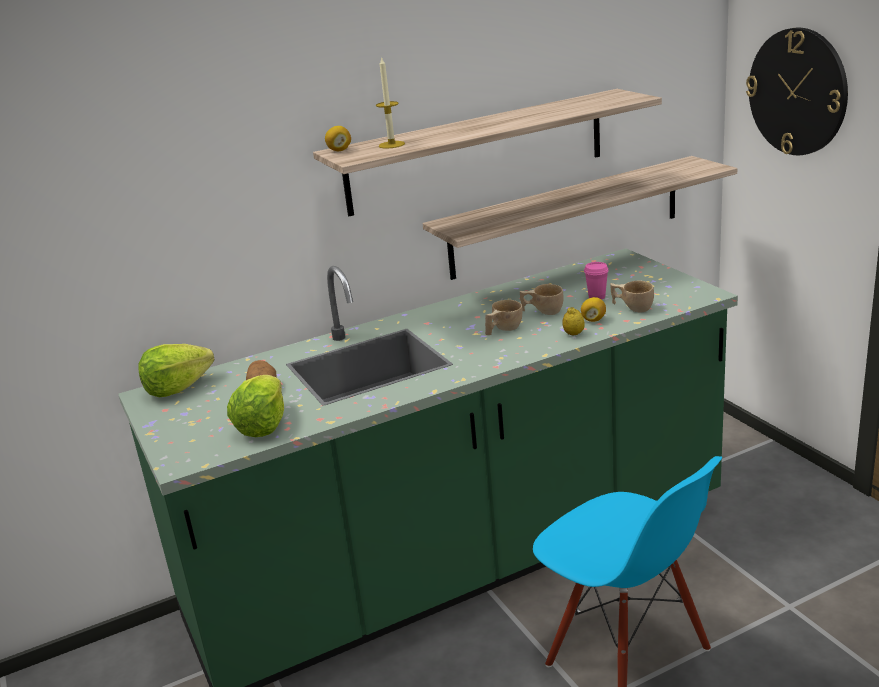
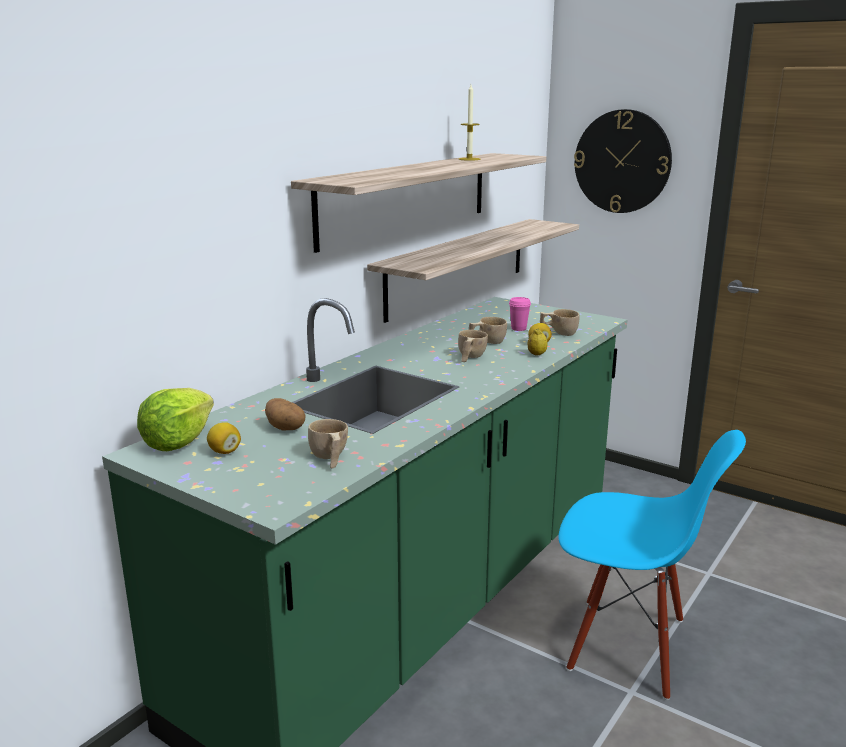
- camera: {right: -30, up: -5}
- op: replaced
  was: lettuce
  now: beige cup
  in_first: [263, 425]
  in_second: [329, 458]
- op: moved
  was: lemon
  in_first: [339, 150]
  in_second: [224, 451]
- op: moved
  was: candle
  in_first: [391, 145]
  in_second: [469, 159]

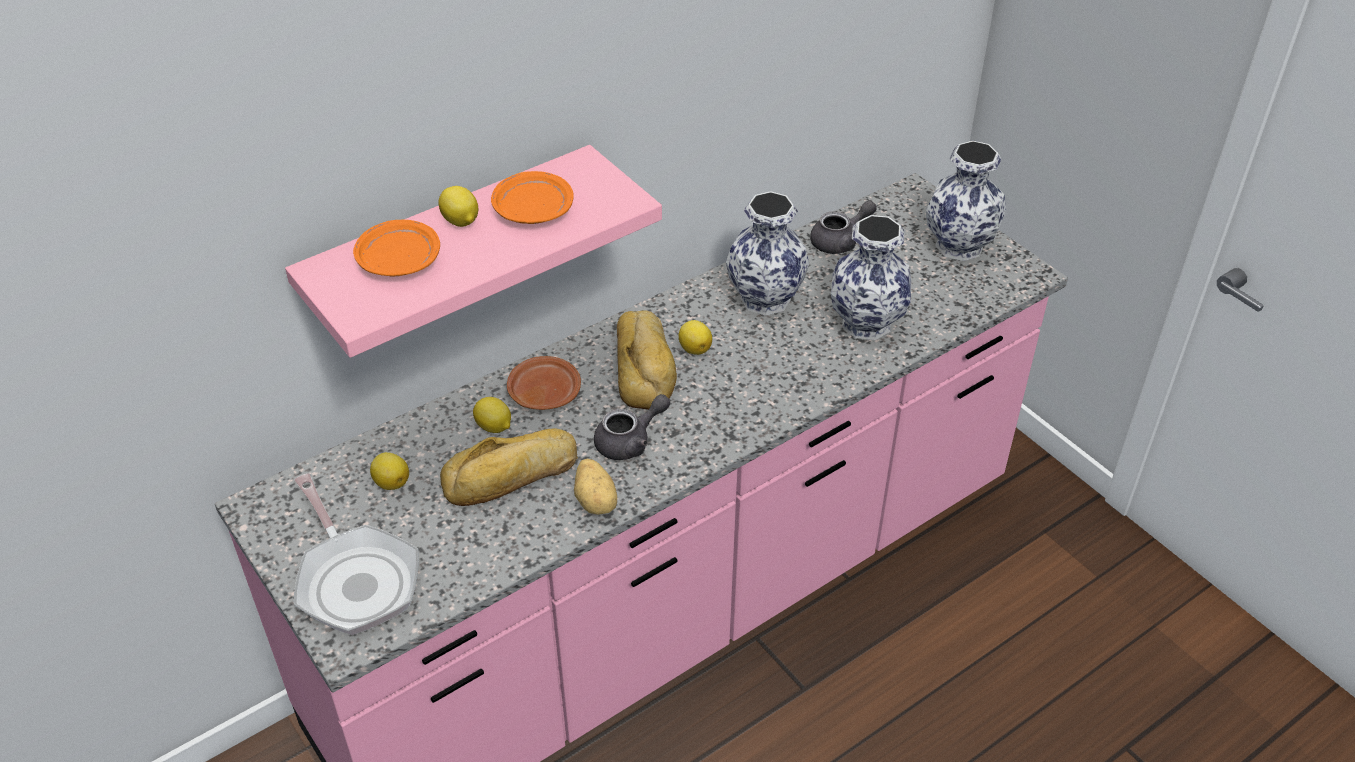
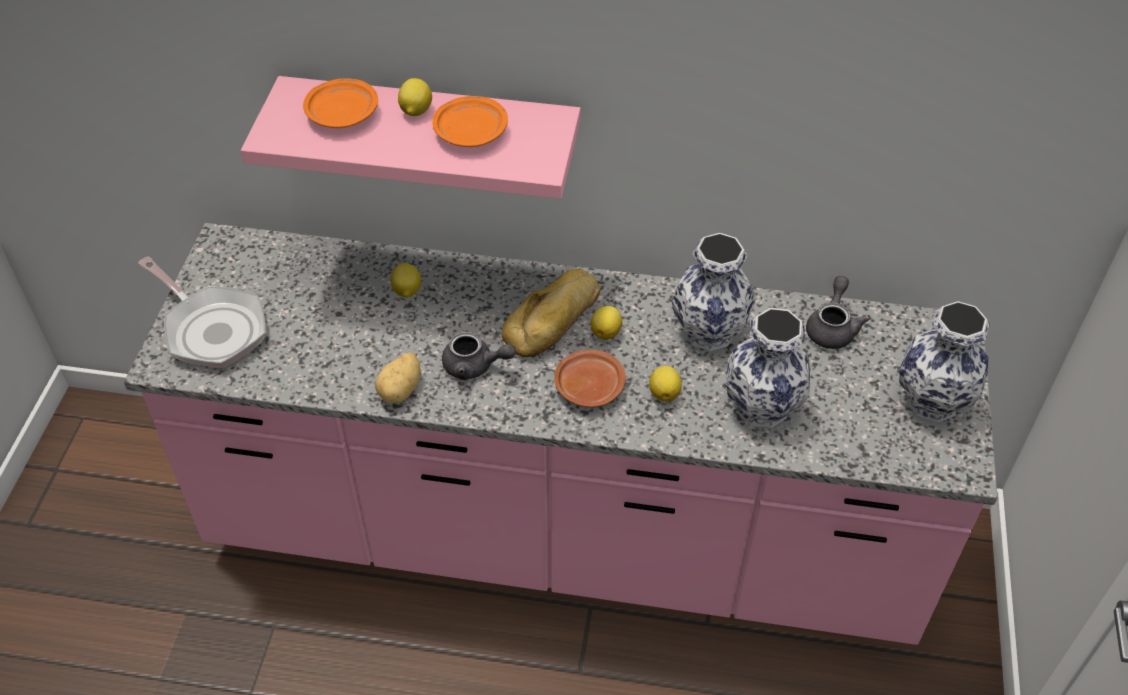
- camera: {right: 45, up: 5}
- op: turned
  was: frying pan
  in_first: [355, 579]
  in_second: [211, 329]
  clockwise: -60
- op: moved
  was: lemon
  in_first: [391, 482]
  in_second: [664, 393]
- op: removed
  was: bread
  in_first: [512, 477]
- op: moved
  was: brown plate
  in_first: [544, 393]
  in_second: [589, 386]
- op: turned
  was: grey teapot
  in_first: [840, 241]
  in_second: [832, 328]
  clockwise: -90

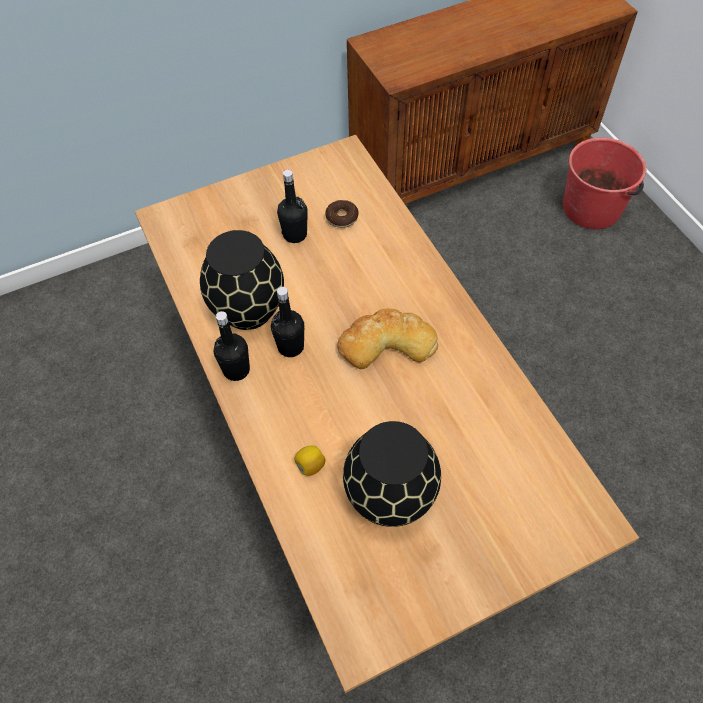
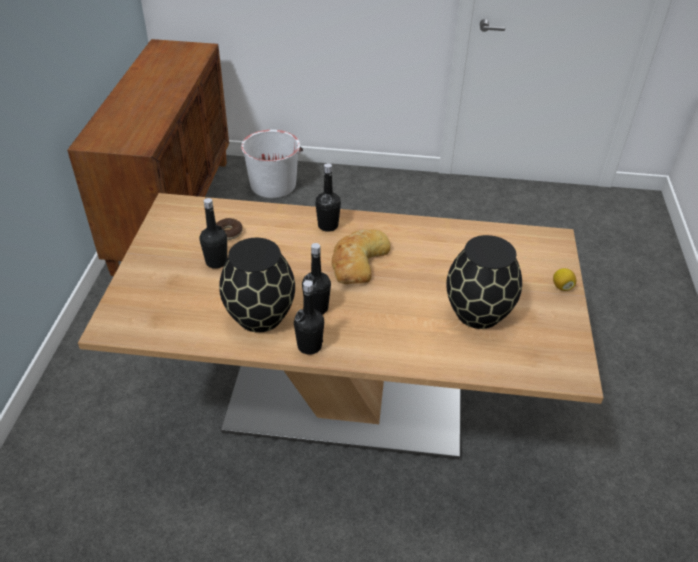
- camera: {right: -60, up: -15}
- op: moved
  was: lemon
  in_first: [310, 465]
  in_second: [562, 286]
- op: recoloured
  was: red bucket
  now: white bucket
  in_first: [592, 208]
  in_second: [273, 185]
- op: added
  now: black bottle
  in_second: [328, 225]

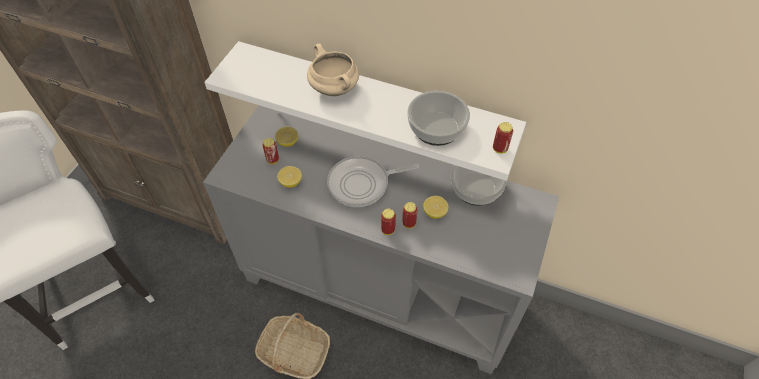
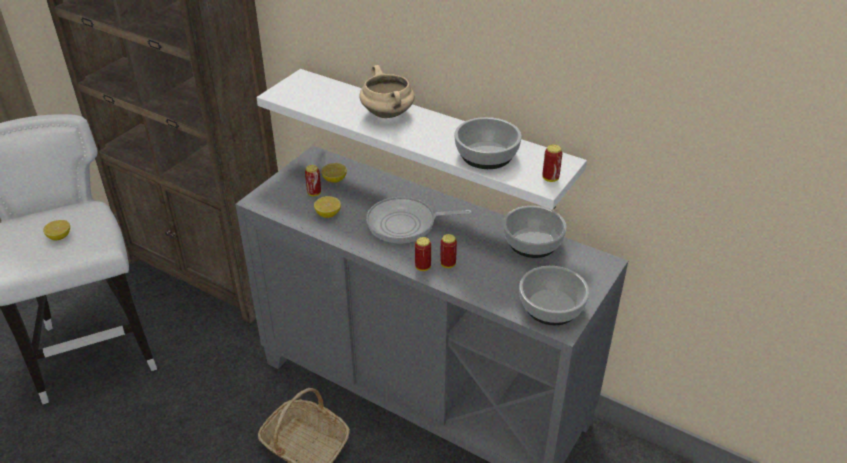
- camera: {right: 10, up: -15}
- op: moved
  was: lemon
  in_first: [434, 212]
  in_second: [59, 237]
- op: added
  now: bowl
  in_second: [552, 307]

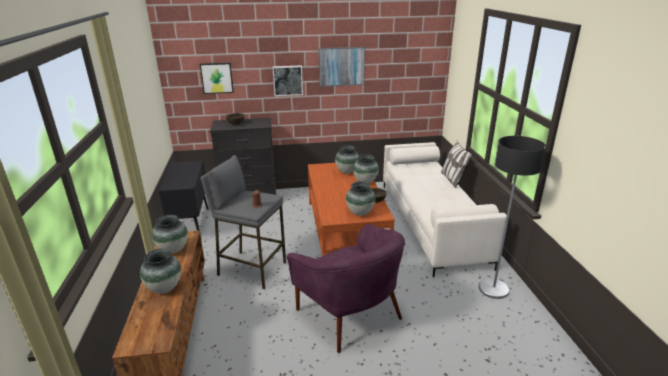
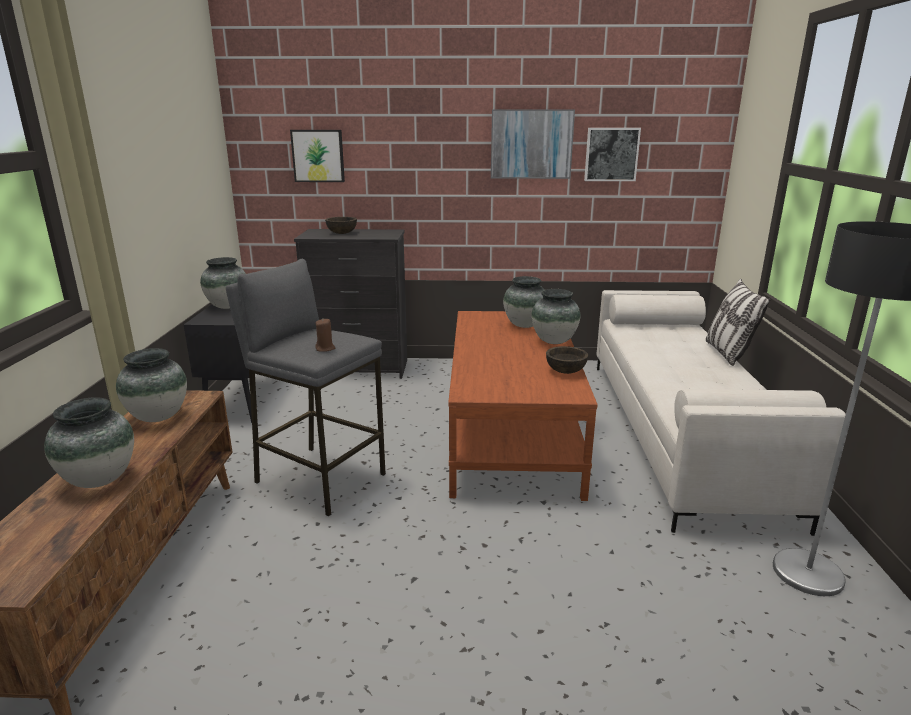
- camera: {right: 10, up: -5}
- op: moved
  was: picture
  in_first: [287, 80]
  in_second: [611, 154]
- op: removed
  was: purple armchair
  in_first: [350, 314]
- op: moved
  was: vase
  in_first: [360, 212]
  in_second: [228, 306]

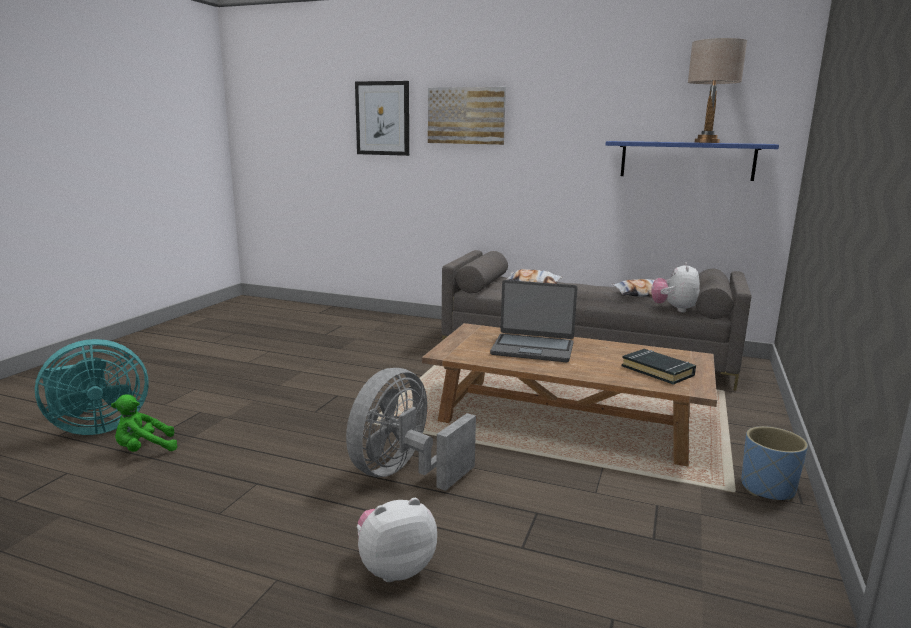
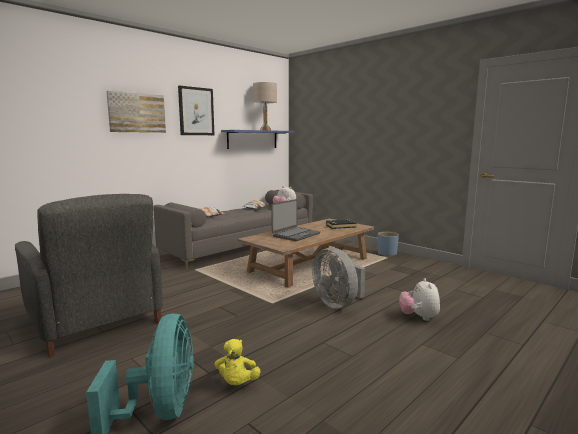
- camera: {right: -65, up: -5}
- op: recoloured
  was: green plush toy
  now: yellow plush toy
  in_first: [144, 450]
  in_second: [237, 383]
- op: moved
  was: picture
  in_first: [383, 118]
  in_second: [196, 111]
- op: added
  now: grey armchair
  in_second: [95, 321]

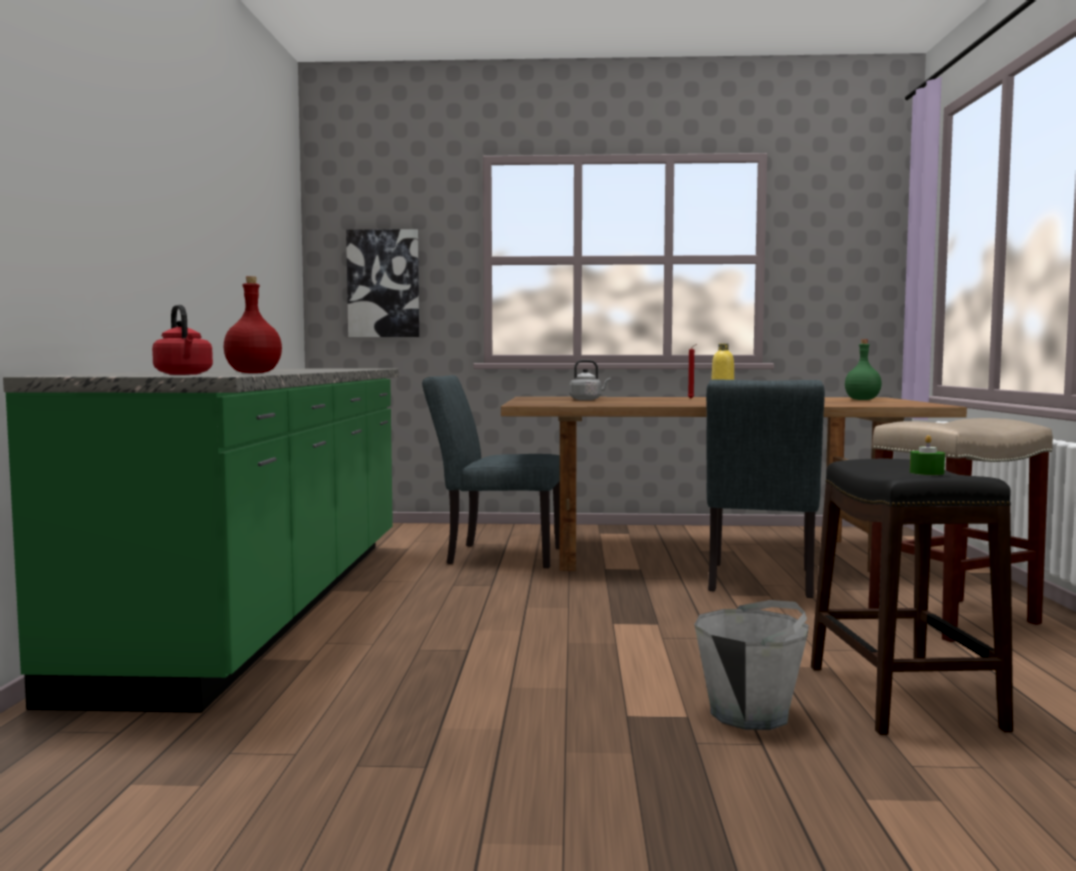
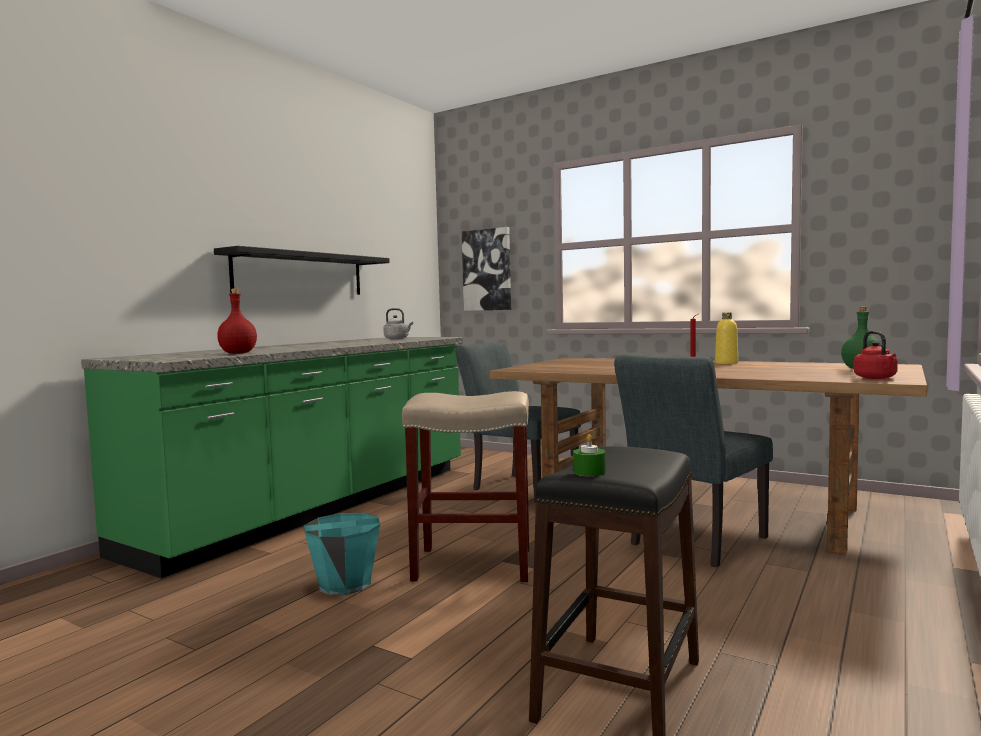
- camera: {right: 30, up: 0}
- op: moved
  was: red kettle
  in_first: [184, 374]
  in_second: [876, 378]
- op: moved
  was: grey kettle
  in_first: [587, 399]
  in_second: [397, 339]
- op: removed
  was: grey bucket
  in_first: [750, 714]
- op: moved
  was: beige stool
  in_first: [953, 618]
  in_second: [475, 564]
- op: added
  now: black shelf
  in_second: [300, 274]
- op: added
  now: turquoise bucket
  in_second: [344, 584]

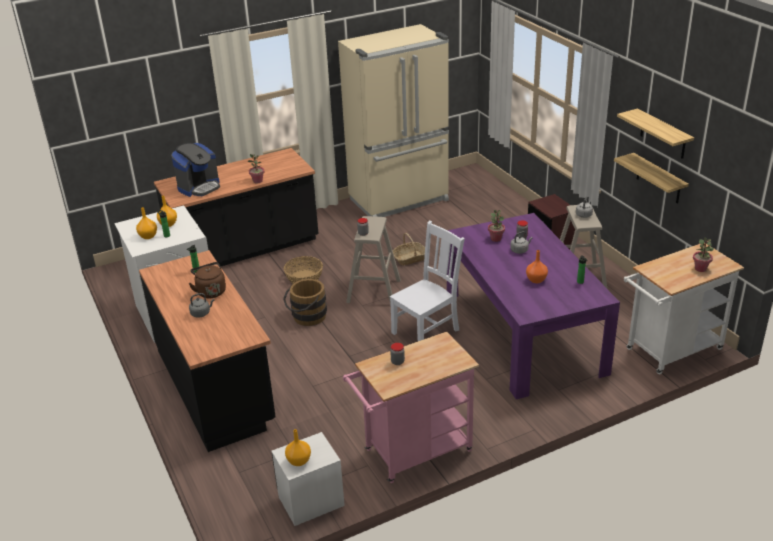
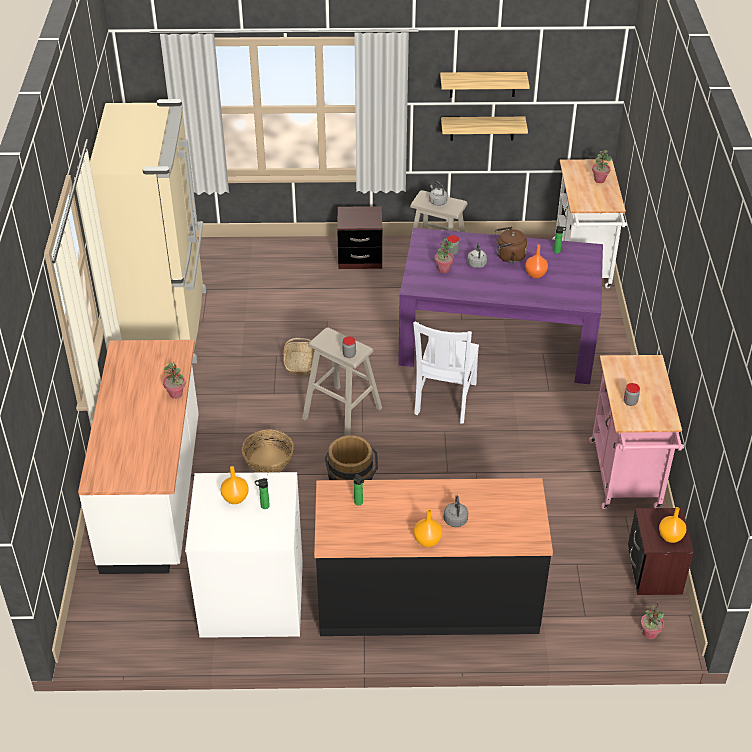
- camera: {right: -65, up: 10}
- op: moved
  was: orange vase
  in_first: [148, 236]
  in_second: [428, 540]
- op: recoloured
  was: black counter
  now: white counter
  in_first: [245, 249]
  in_second: [154, 494]
- op: removed
  was: coffee machine
  in_first: [199, 187]
- op: moved
  was: brown kettle
  in_first: [210, 291]
  in_second: [508, 256]
- op: recoloured
  was: white nightstand
  now: brown nightstand
  in_first: [311, 501]
  in_second: [654, 572]
- op: turned
  was: white chair
  in_first: [427, 330]
  in_second: [444, 400]
  clockwise: -150
- op: added
  now: potted plant
  in_second: [649, 633]

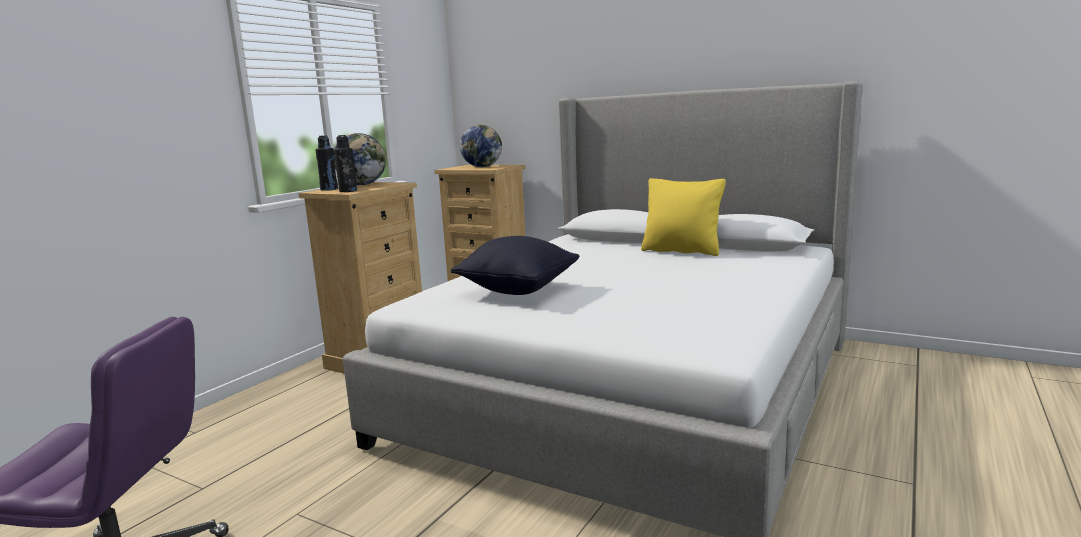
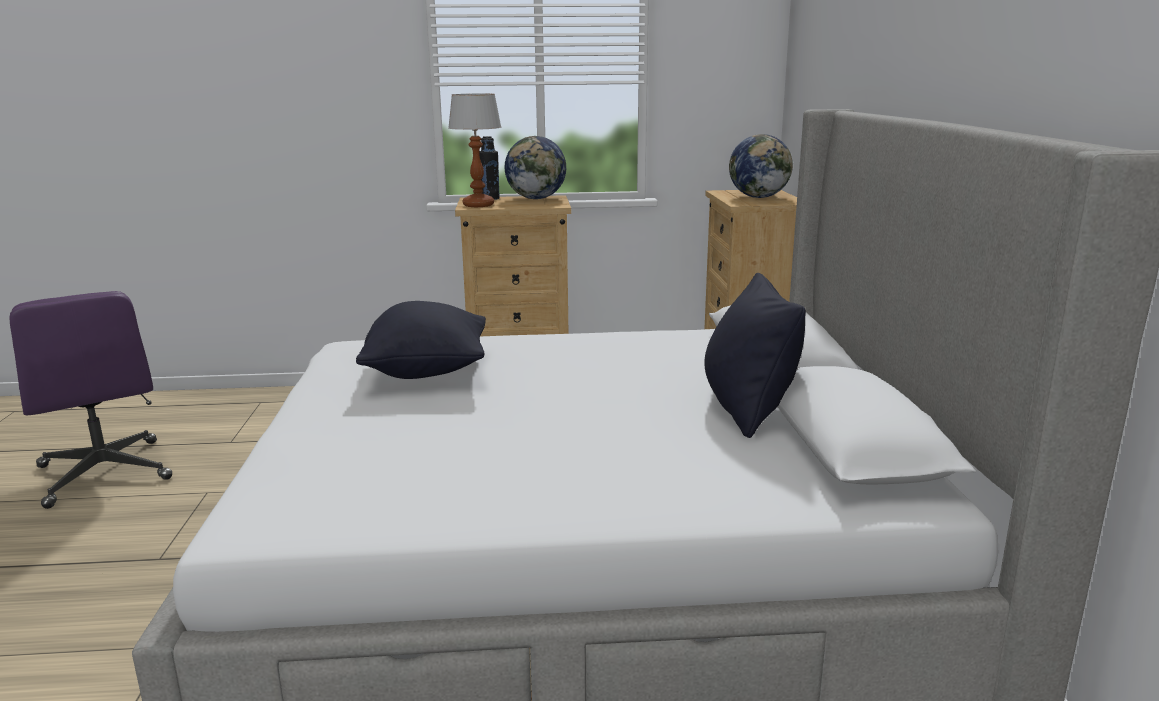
- camera: {right: 55, up: 5}
- op: replaced
  was: black bottle
  now: table lamp
  in_first: [348, 191]
  in_second: [479, 205]
- op: recoloured
  was: yellow pillow
  now: black pillow
  in_first: [682, 251]
  in_second: [747, 409]

